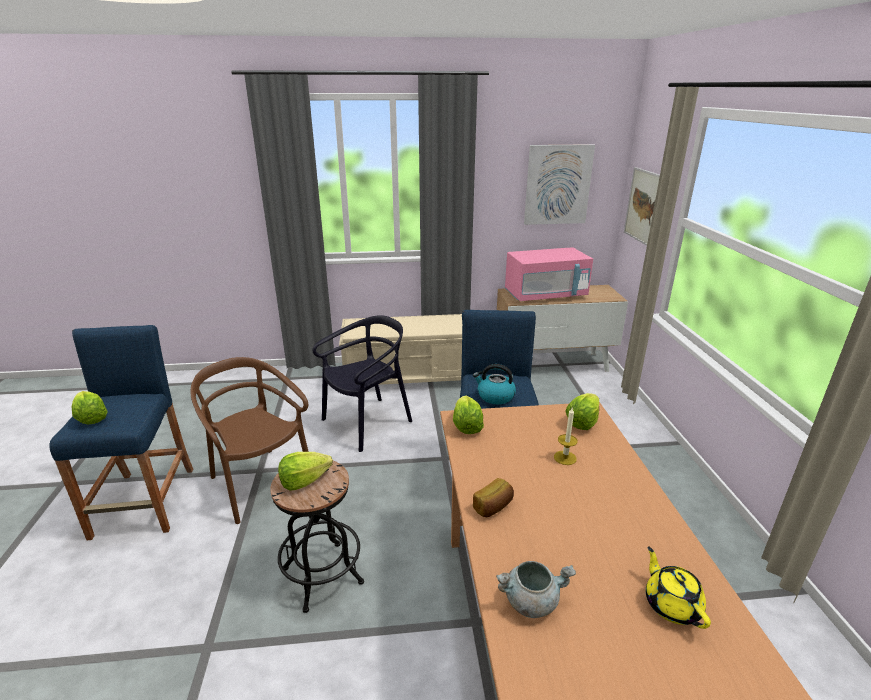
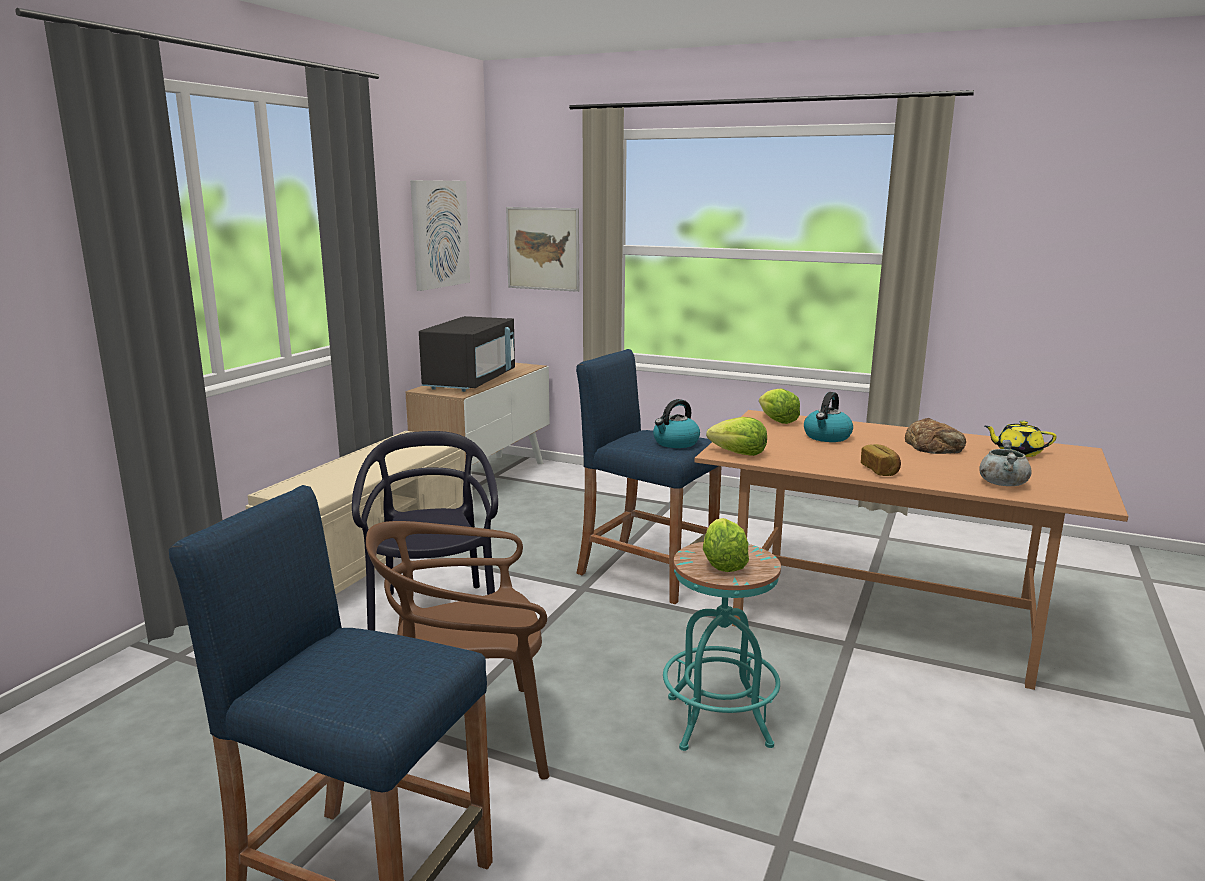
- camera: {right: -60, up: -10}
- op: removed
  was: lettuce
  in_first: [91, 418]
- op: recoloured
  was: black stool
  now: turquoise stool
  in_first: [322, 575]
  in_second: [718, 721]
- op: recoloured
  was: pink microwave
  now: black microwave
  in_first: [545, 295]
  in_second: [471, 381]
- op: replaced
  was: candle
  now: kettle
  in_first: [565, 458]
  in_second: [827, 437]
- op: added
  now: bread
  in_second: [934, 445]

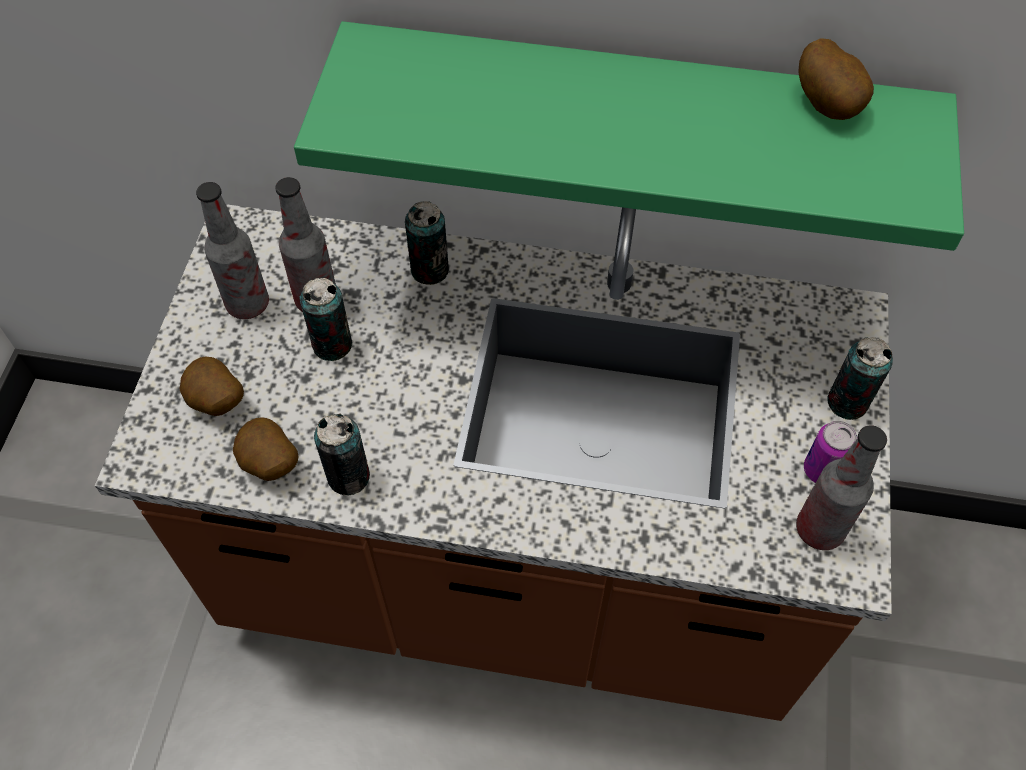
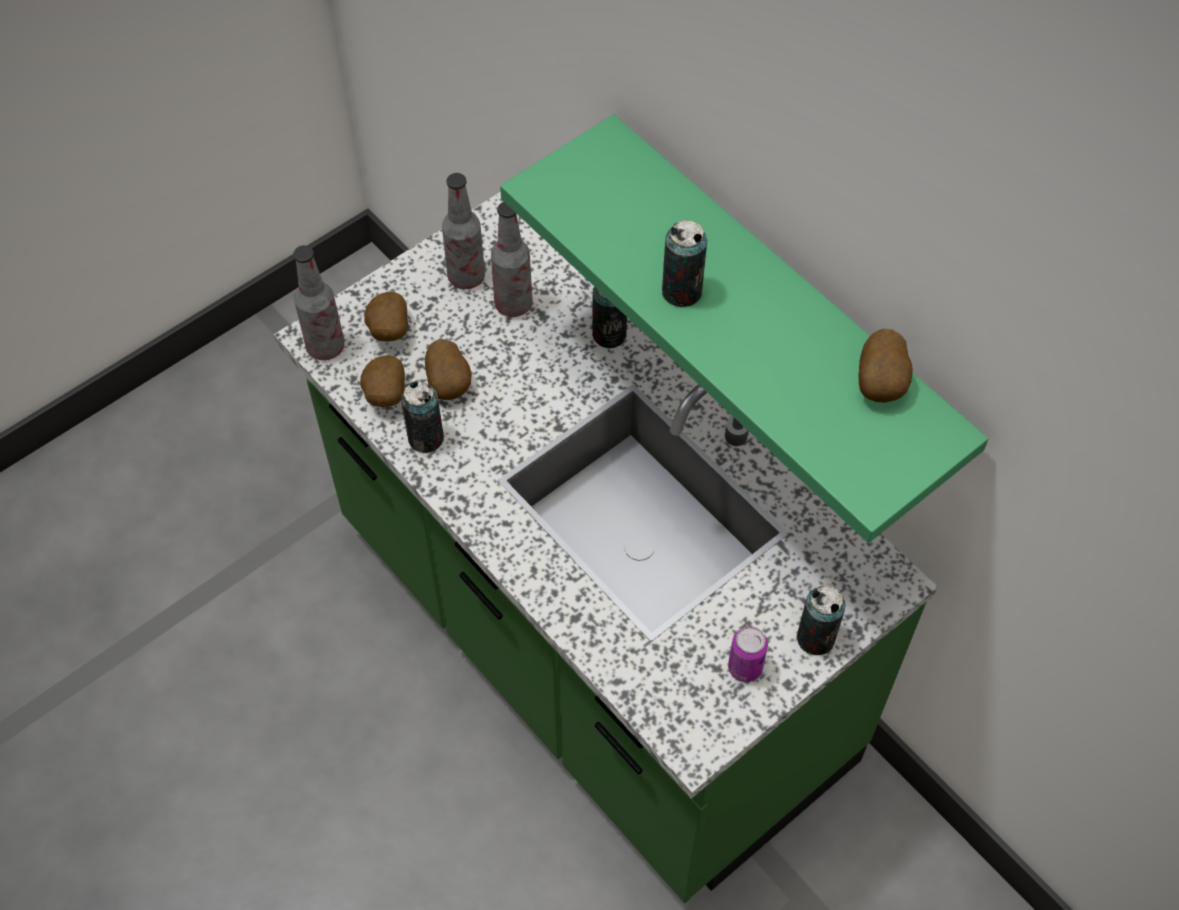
- camera: {right: 40, up: 0}
- op: recoloured
  was: brown counter
  now: green counter
  in_first: [513, 578]
  in_second: [589, 647]
- op: moved
  was: can
  in_first: [332, 345]
  in_second: [681, 291]
- op: moved
  was: bottle
  in_first: [819, 529]
  in_second: [325, 347]
- op: added
  now: potato
  in_second: [450, 384]

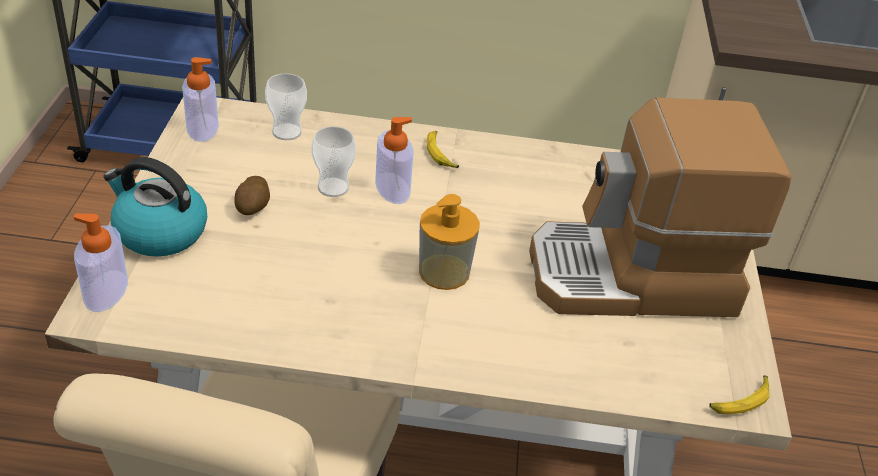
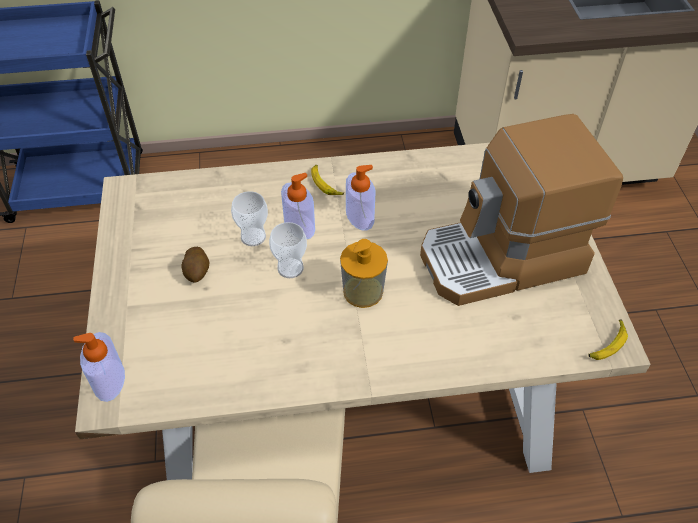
- camera: {right: -10, up: 10}
- op: removed
  was: kettle
  in_first: [159, 232]
- op: moved
  was: soap dispenser
  in_first: [202, 128]
  in_second: [360, 216]
- op: moved
  was: cup
  in_first: [287, 132]
  in_second: [290, 268]

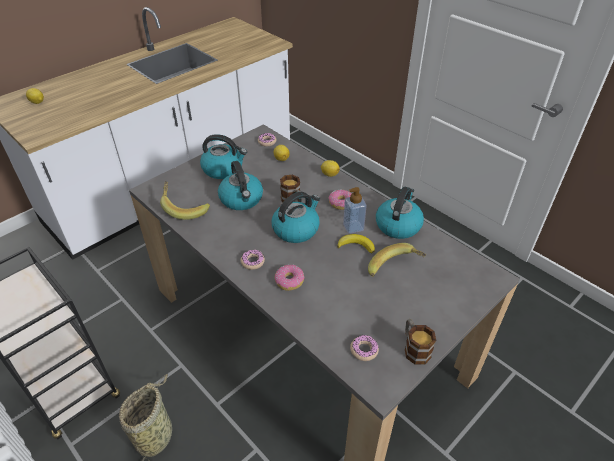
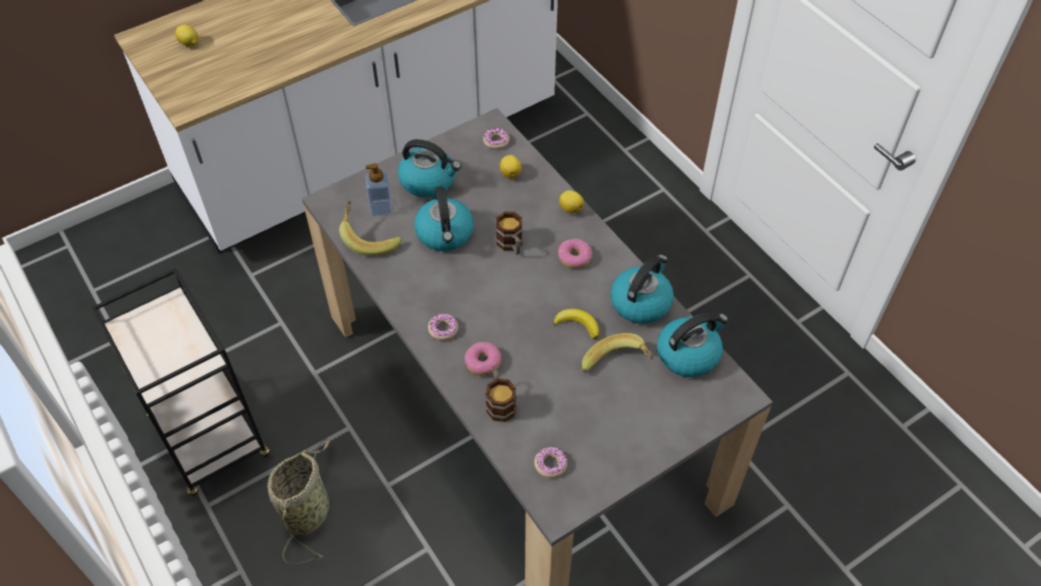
- camera: {right: 10, up: 10}
- op: moved
  was: kettle
  in_first: [296, 229]
  in_second: [688, 354]
- op: moved
  was: soap dispenser
  in_first: [353, 227]
  in_second: [381, 207]
- op: moved
  was: mug
  in_first: [414, 348]
  in_second: [499, 403]

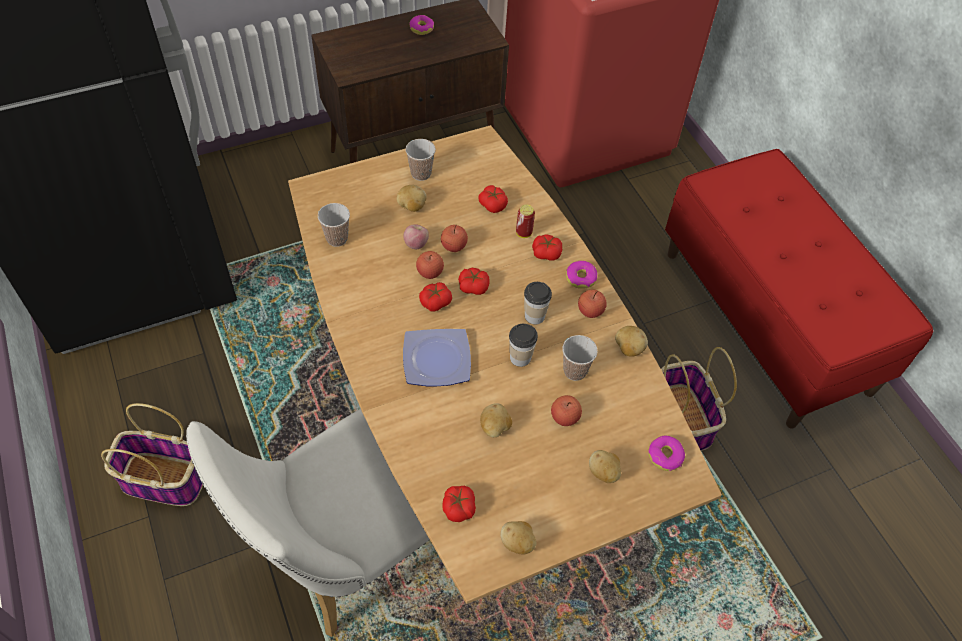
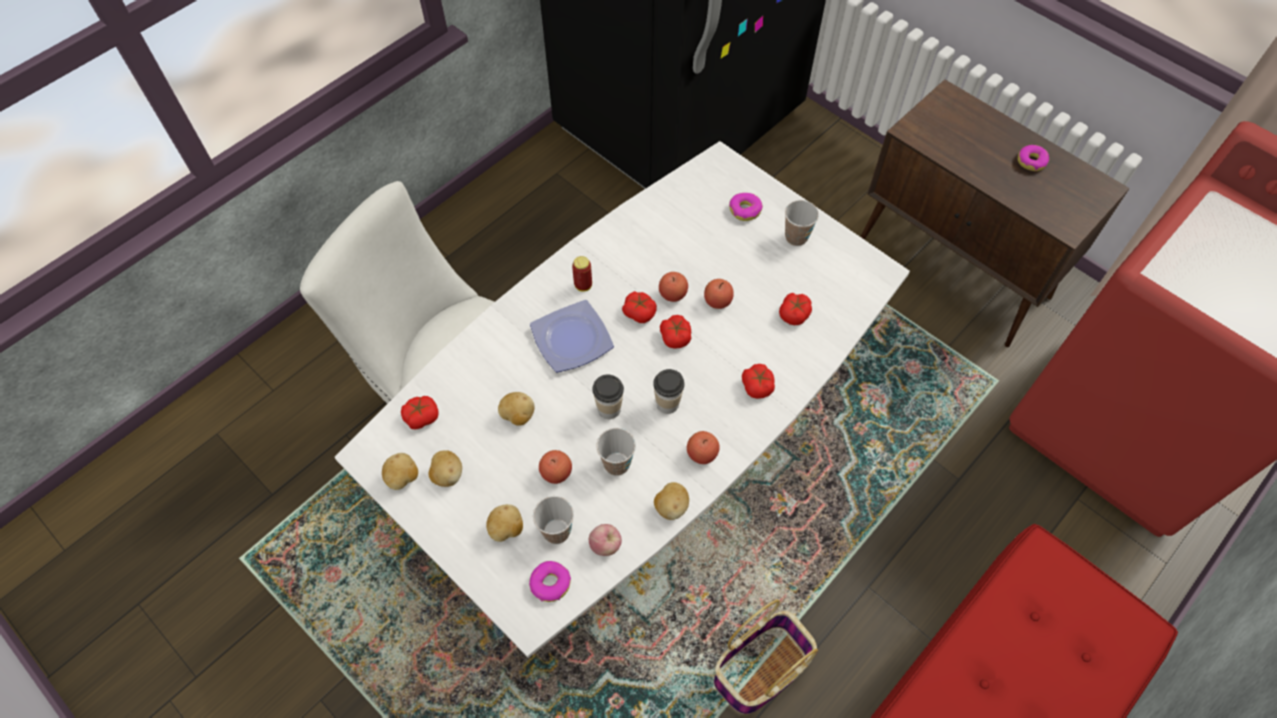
- camera: {right: 70, up: 5}
- op: removed
  was: basket
  in_first: [162, 480]
- op: recoloured
  was: brown dining table
  now: white dining table
  in_first: [473, 433]
  in_second: [638, 464]
- op: moved
  was: cup
  in_first: [337, 239]
  in_second: [556, 531]
- op: moved
  was: potato
  in_first: [411, 206]
  in_second: [447, 475]
- op: moved
  was: apple
  in_first: [416, 244]
  in_second: [605, 545]
- op: moved
  was: can
  in_first: [524, 233]
  in_second: [583, 285]
- op: moved
  was: donut
  in_first: [581, 278]
  in_second: [745, 210]

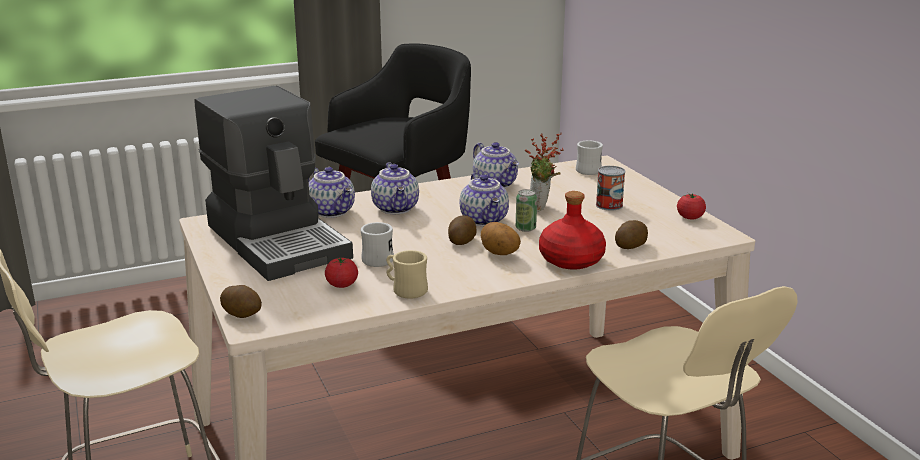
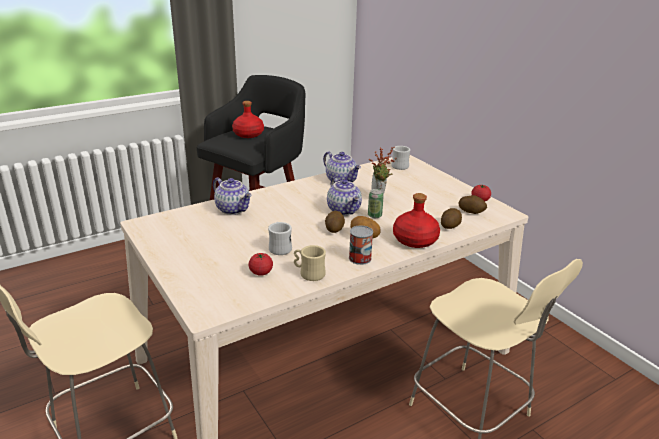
- camera: {right: -10, up: 5}
- op: removed
  was: coffee machine
  in_first: [279, 240]
- op: moved
  was: potato
  in_first: [242, 314]
  in_second: [471, 211]
- op: removed
  was: teapot
  in_first: [396, 208]
- op: moved
  was: can
  in_first: [609, 205]
  in_second: [360, 258]
- op: added
  now: red bottle
  in_second: [248, 134]

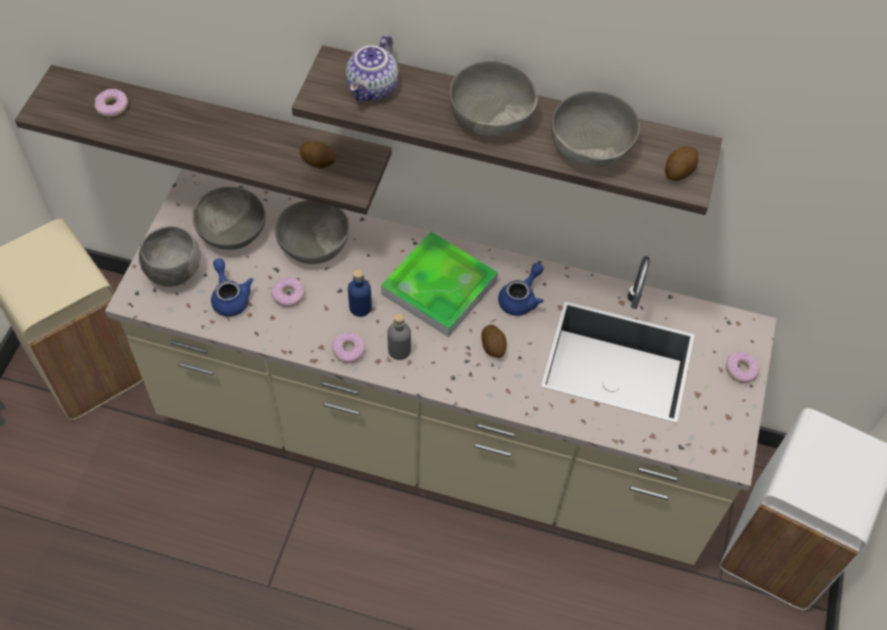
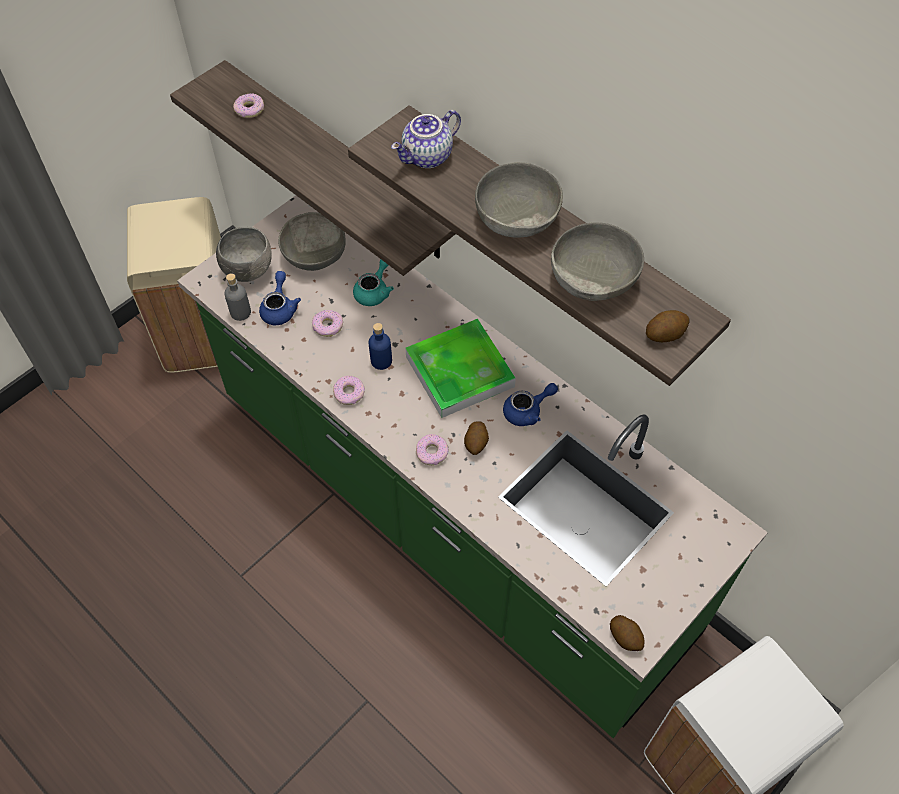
- camera: {right: 30, up: 0}
- op: recoloured
  was: beige counter
  now: green counter
  in_first: [436, 437]
  in_second: [449, 515]
- op: replaced
  was: grey bowl
  now: turquoise teapot
  in_first: [313, 244]
  in_second: [374, 291]
- op: moved
  was: potato
  in_first: [318, 161]
  in_second: [625, 637]
- op: moved
  was: grey bottle
  in_first: [399, 350]
  in_second: [240, 312]
- op: moved
  was: donut
  in_first: [741, 370]
  in_second: [432, 452]

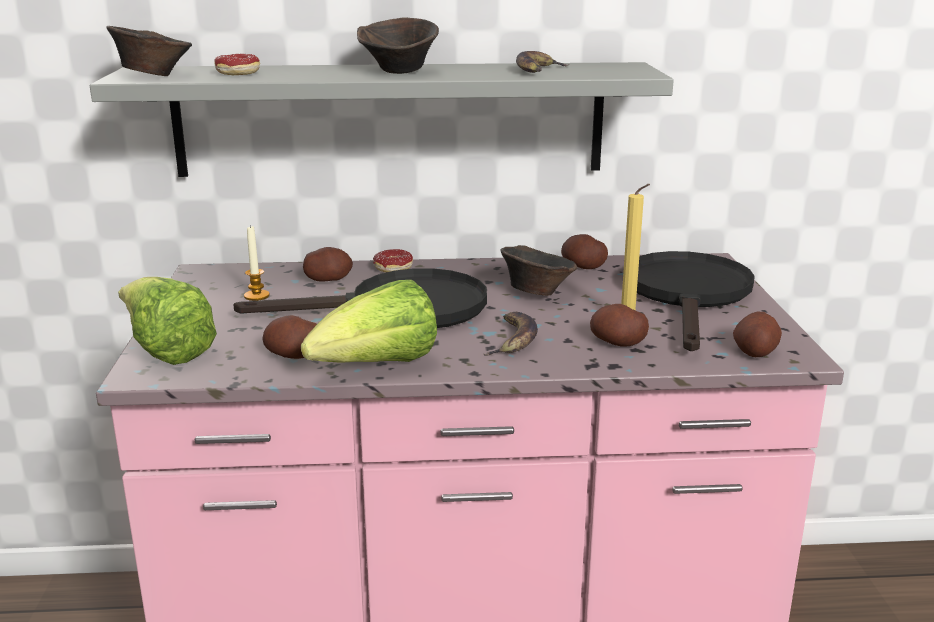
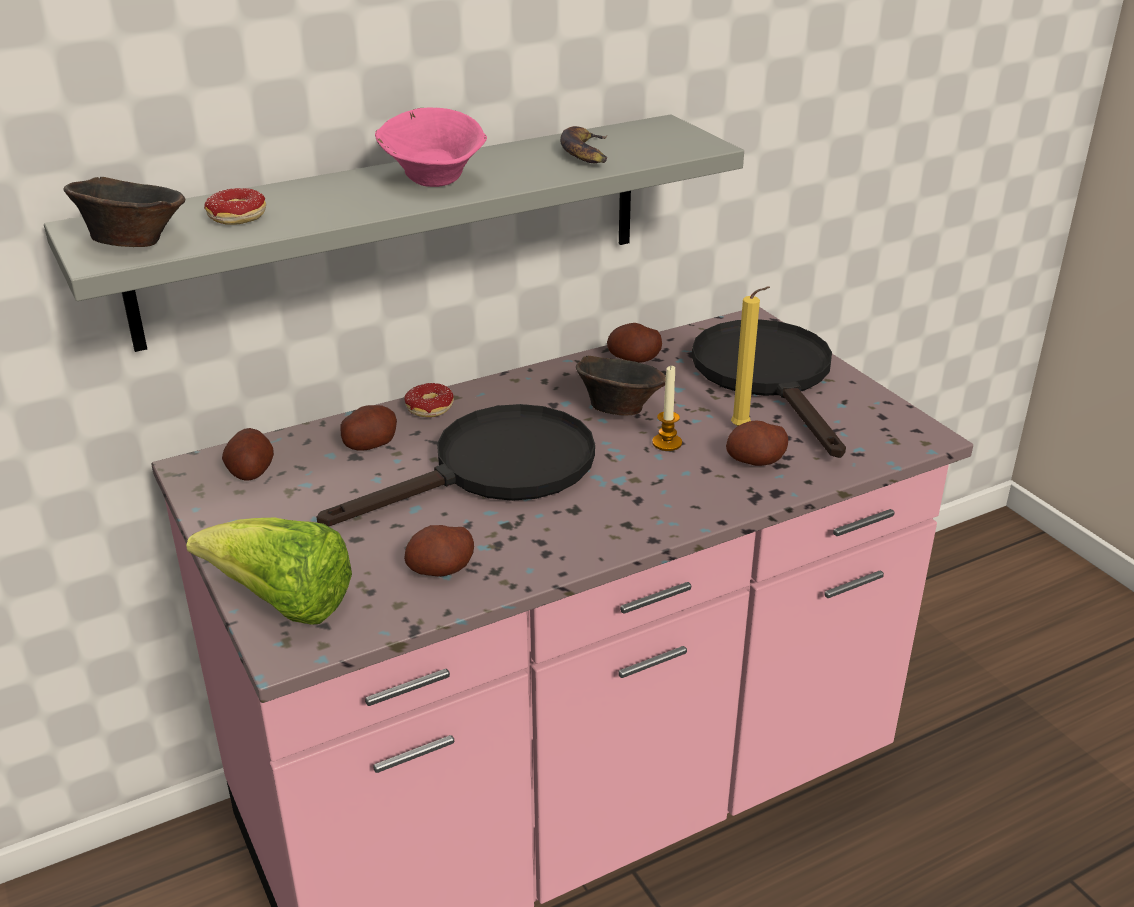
- camera: {right: -25, up: 10}
- op: moved
  was: candle
  in_first: [256, 296]
  in_second: [667, 443]
- op: removed
  was: lettuce
  in_first: [378, 367]
- op: recoloured
  was: brown bowl
  now: pink bowl
  in_first: [400, 71]
  in_second: [435, 181]
- op: removed
  was: banana
  in_first: [512, 339]
- op: moved
  was: potato
  in_first: [755, 351]
  in_second: [250, 471]

